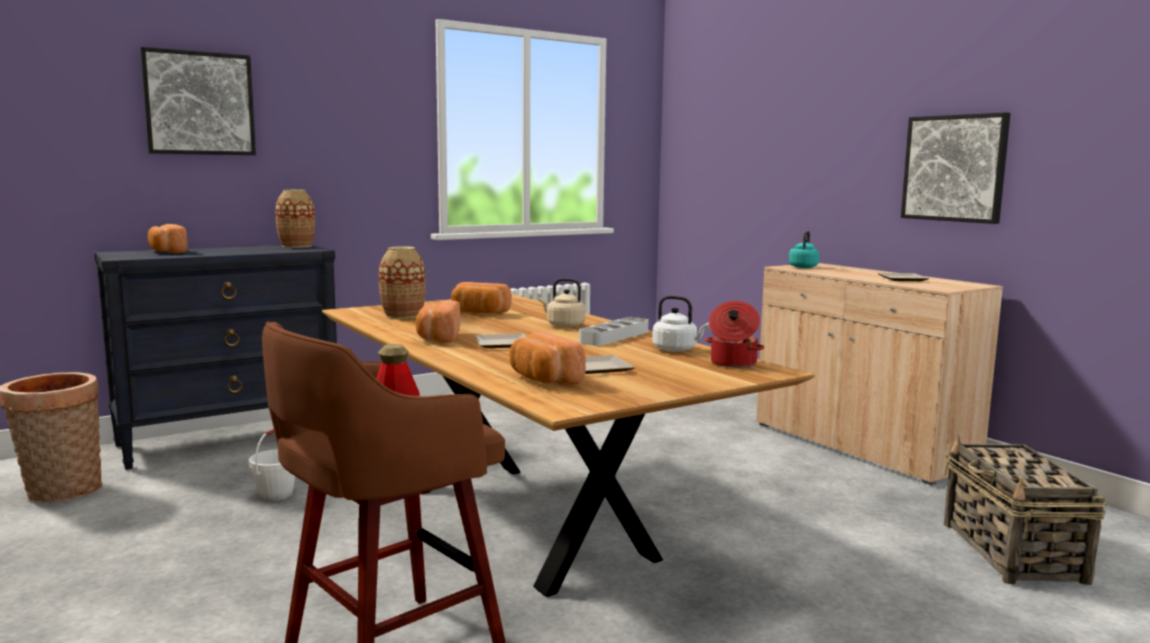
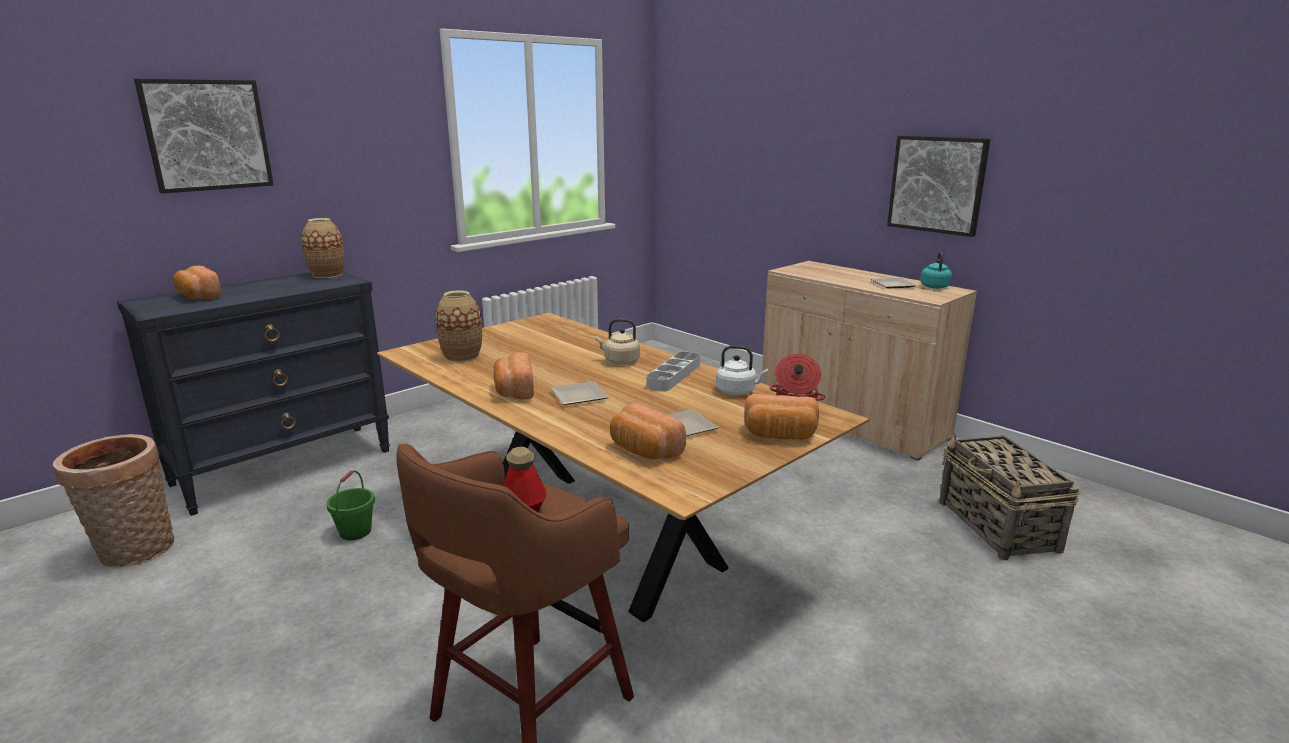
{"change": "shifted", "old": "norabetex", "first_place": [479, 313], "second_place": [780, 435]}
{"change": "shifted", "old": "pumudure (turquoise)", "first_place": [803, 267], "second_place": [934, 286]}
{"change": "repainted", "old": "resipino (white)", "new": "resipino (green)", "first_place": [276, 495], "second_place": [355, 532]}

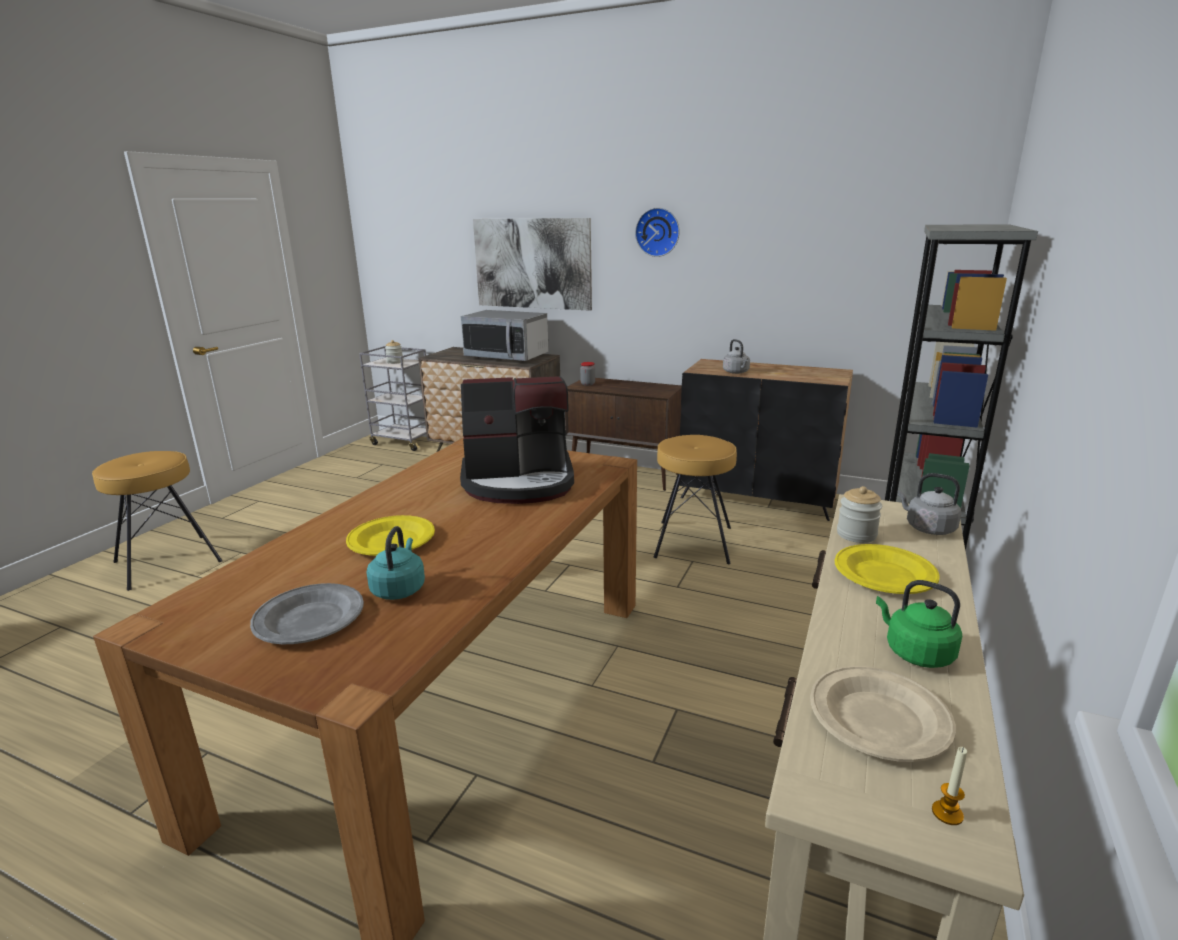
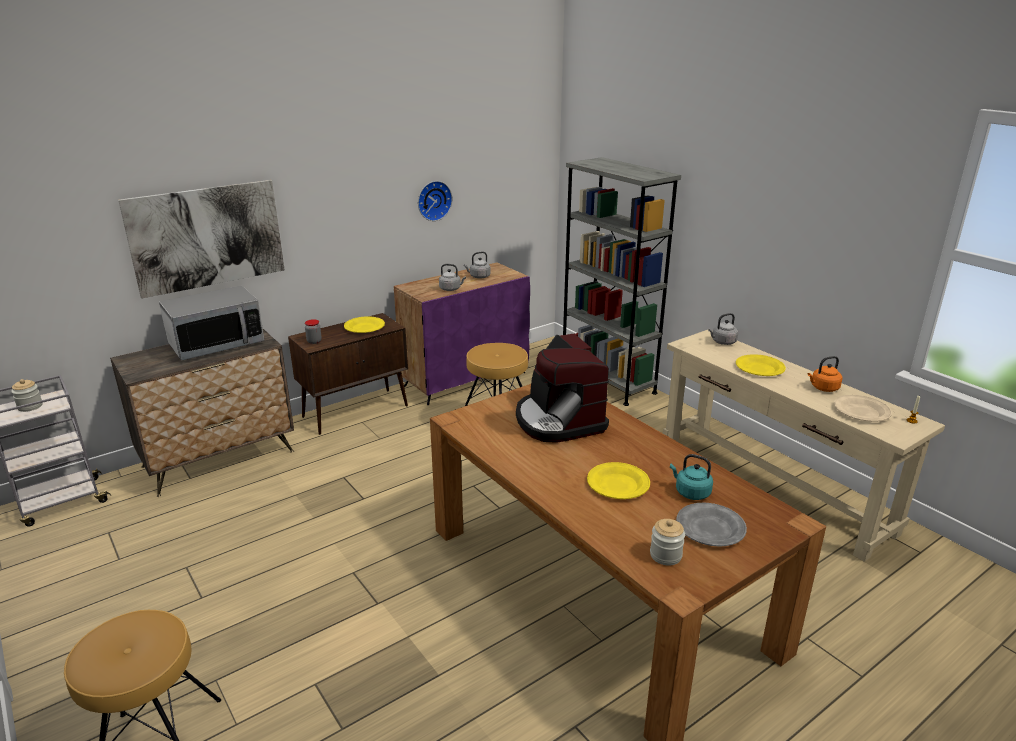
{"change": "new", "new": "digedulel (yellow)", "second_place": [364, 327]}
{"change": "new", "new": "pumudure (grey)", "second_place": [478, 277]}
{"change": "shifted", "old": "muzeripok", "first_place": [658, 232], "second_place": [433, 200]}
{"change": "shifted", "old": "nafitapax", "first_place": [856, 534], "second_place": [665, 555]}
{"change": "repainted", "old": "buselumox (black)", "new": "buselumox (purple)", "first_place": [758, 497], "second_place": [465, 379]}
{"change": "repainted", "old": "pumudure (green)", "new": "pumudure (orange)", "first_place": [915, 652], "second_place": [823, 388]}
{"change": "rotated", "old": "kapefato", "first_place": [519, 482], "second_place": [558, 420], "degrees": 135}

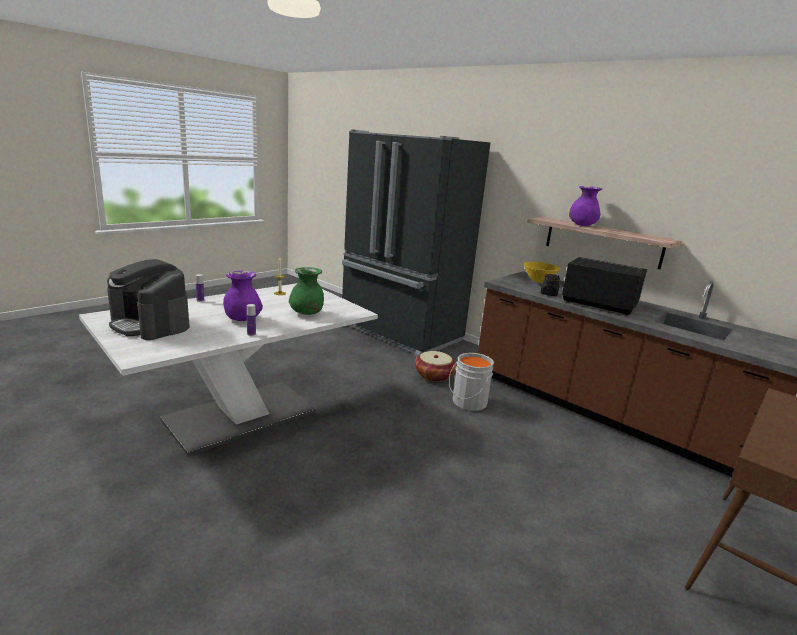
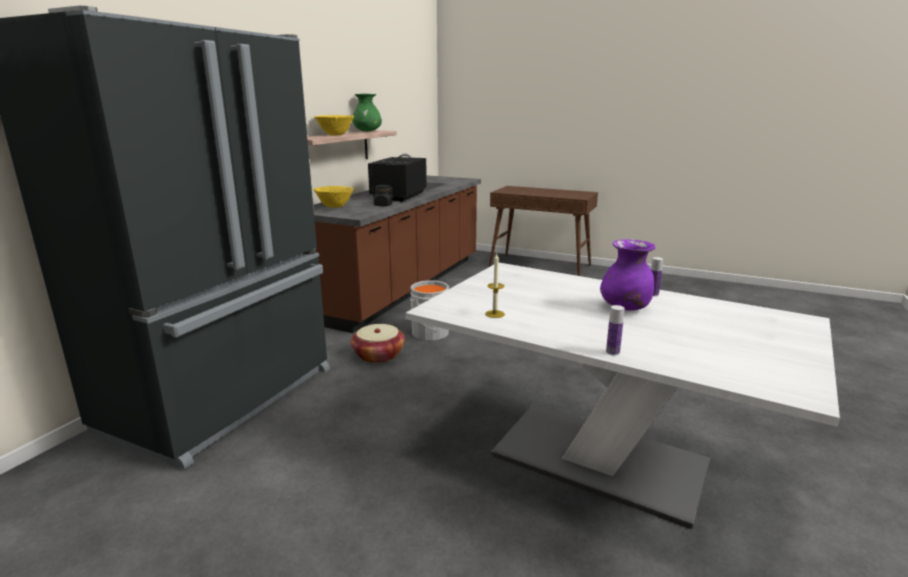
{"change": "gone", "old": "kapefato", "first_place": [150, 324]}
{"change": "shifted", "old": "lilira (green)", "first_place": [306, 313], "second_place": [367, 131]}
{"change": "swapped", "old": "lilira (purple)", "new": "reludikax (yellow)", "first_place": [582, 225], "second_place": [336, 135]}

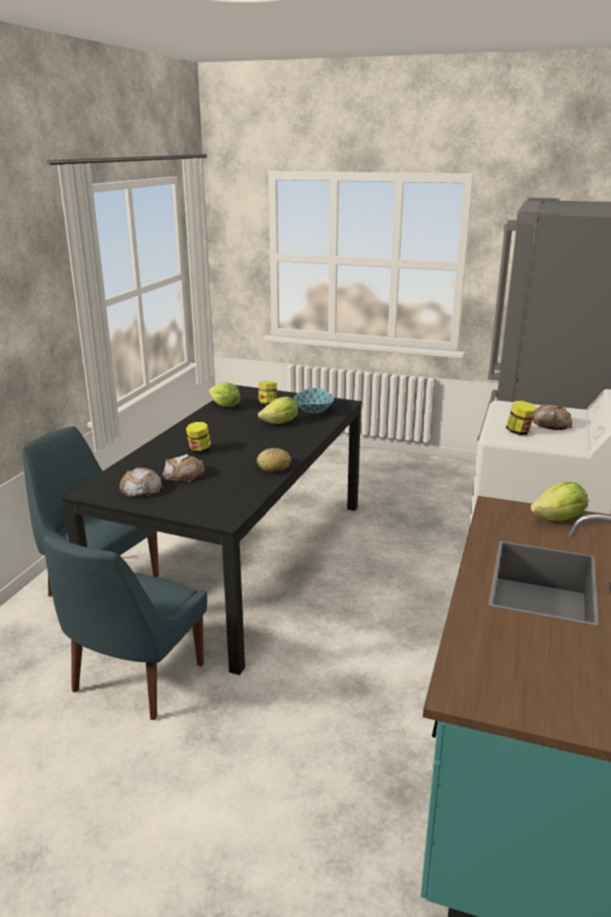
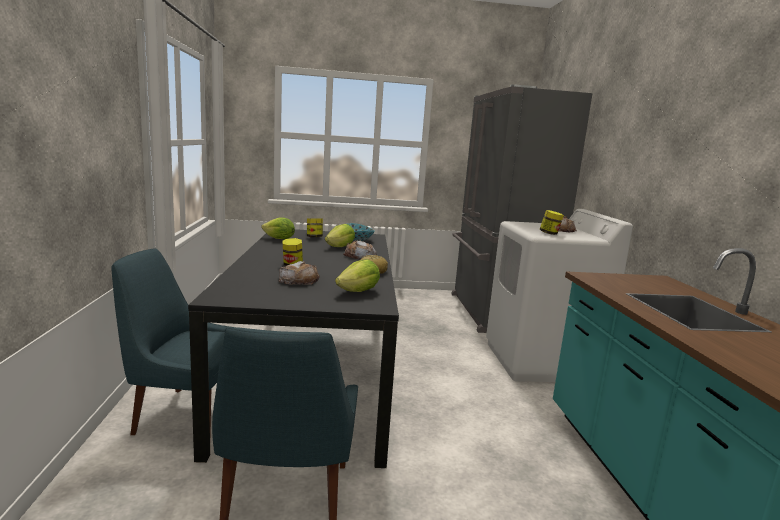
{"change": "shifted", "old": "norabetex", "first_place": [140, 488], "second_place": [360, 256]}
{"change": "shifted", "old": "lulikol", "first_place": [559, 519], "second_place": [359, 291]}

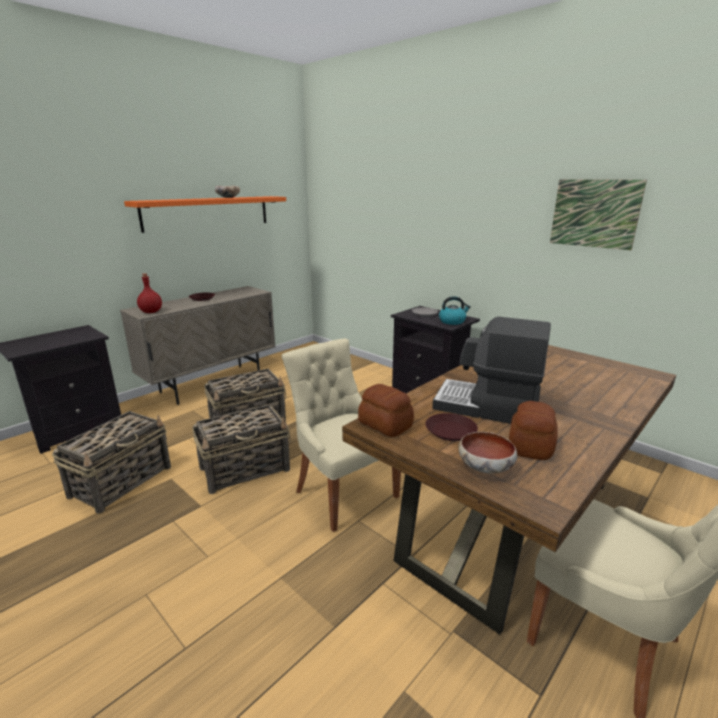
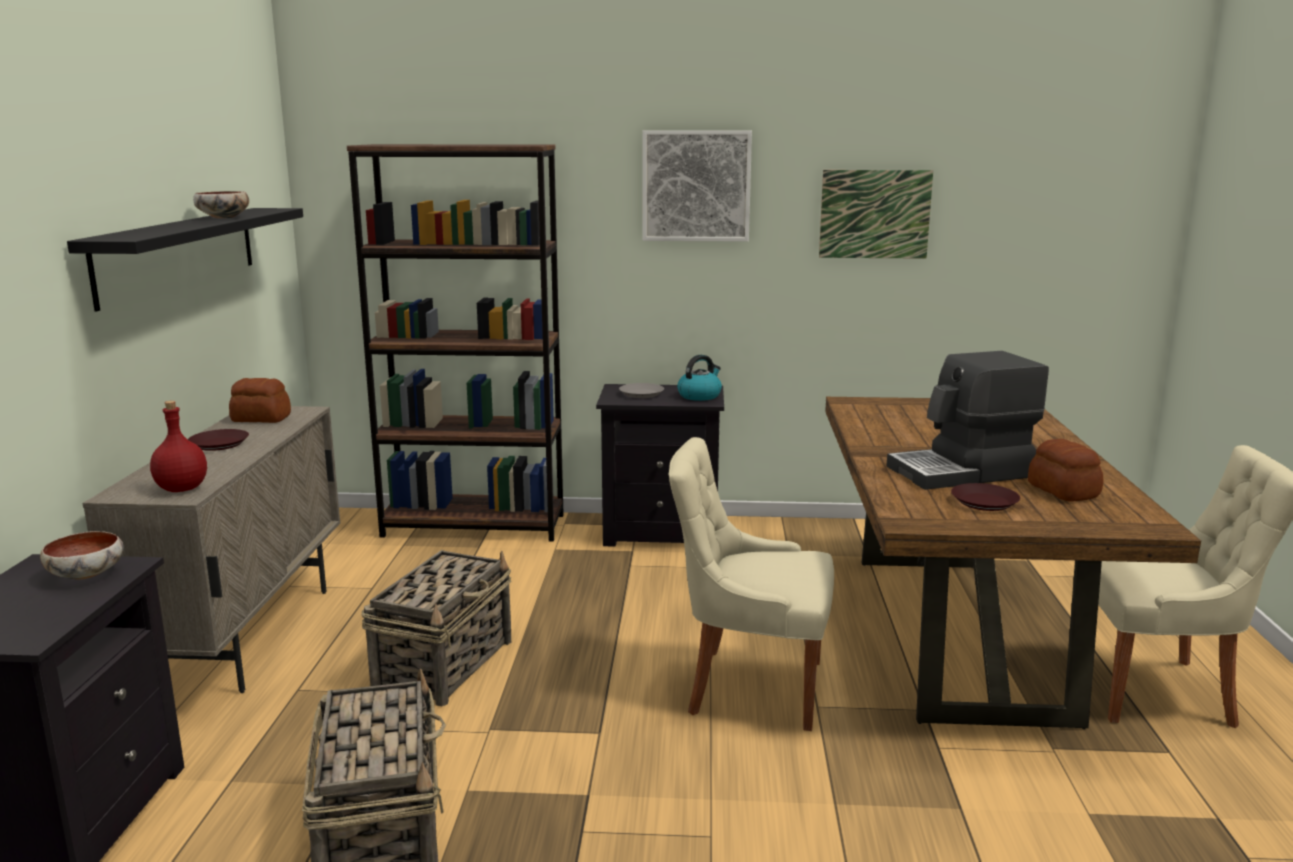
{"change": "gone", "old": "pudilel", "first_place": [246, 469]}
{"change": "new", "new": "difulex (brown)", "second_place": [474, 525]}
{"change": "new", "new": "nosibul", "second_place": [696, 186]}
{"change": "shifted", "old": "norabetex", "first_place": [385, 425], "second_place": [261, 419]}
{"change": "shifted", "old": "reludikax", "first_place": [486, 467], "second_place": [88, 575]}
{"change": "repainted", "old": "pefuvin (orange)", "new": "pefuvin (black)", "first_place": [208, 213], "second_place": [179, 253]}

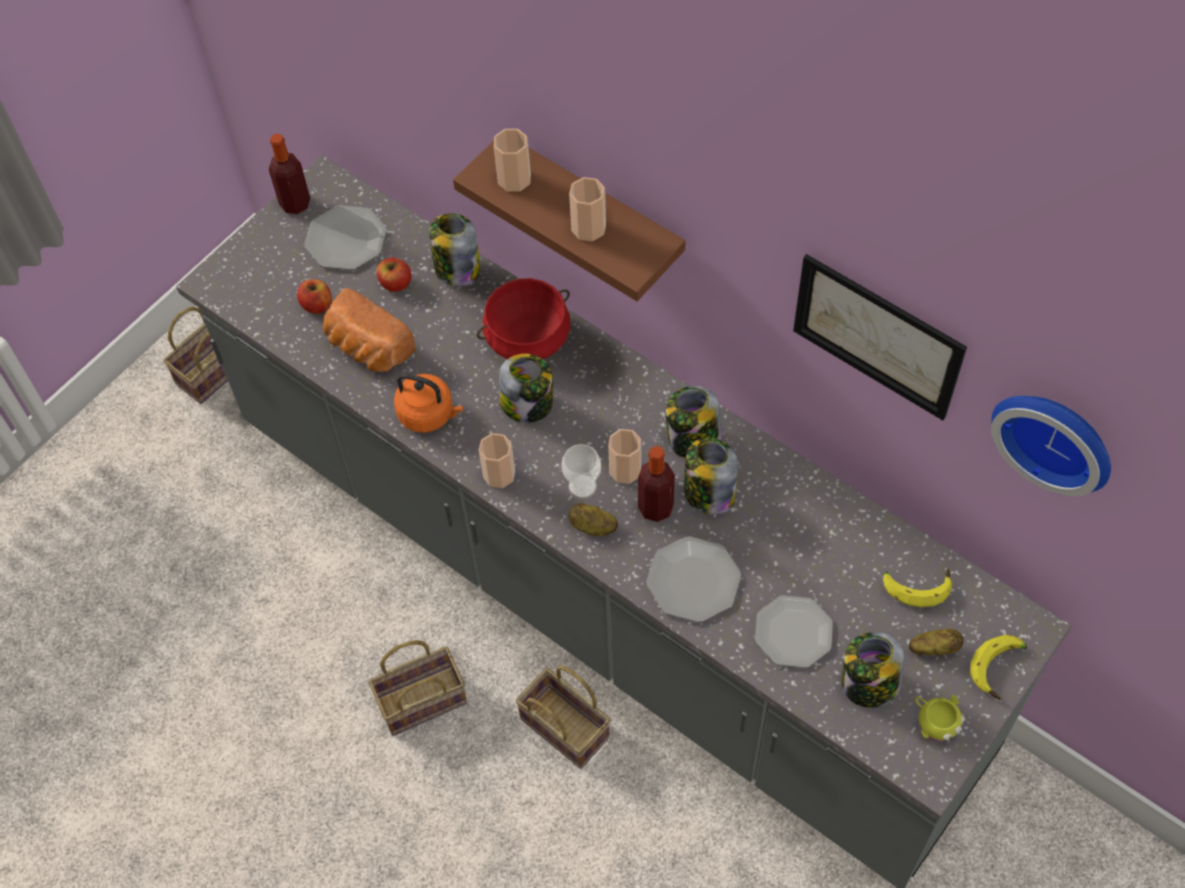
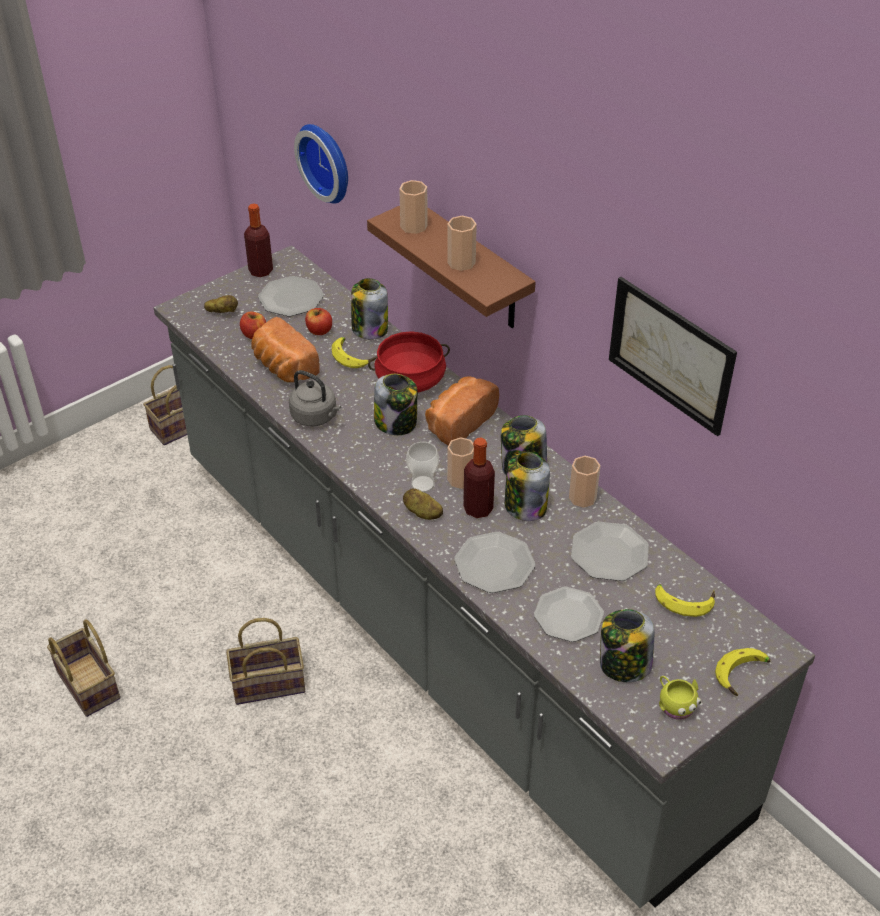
{"change": "new", "new": "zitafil", "second_place": [353, 356]}
{"change": "new", "new": "norabetex", "second_place": [458, 422]}
{"change": "new", "new": "digedulel", "second_place": [609, 553]}
{"change": "shifted", "old": "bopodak", "first_place": [499, 474], "second_place": [582, 497]}
{"change": "shifted", "old": "pudilel", "first_place": [567, 728], "second_place": [90, 685]}
{"change": "shifted", "old": "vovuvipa", "first_place": [934, 648], "second_place": [222, 312]}
{"change": "shifted", "old": "muzeripok", "first_place": [1056, 436], "second_place": [328, 161]}
{"change": "repainted", "old": "pumudure (orange)", "new": "pumudure (grey)", "first_place": [429, 414], "second_place": [316, 417]}

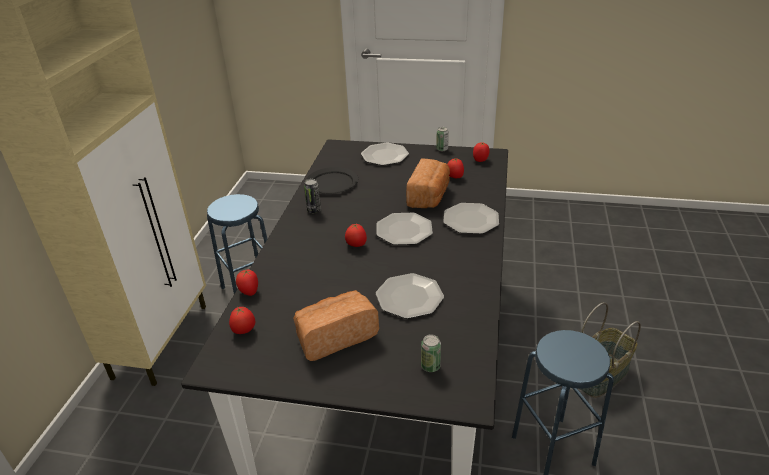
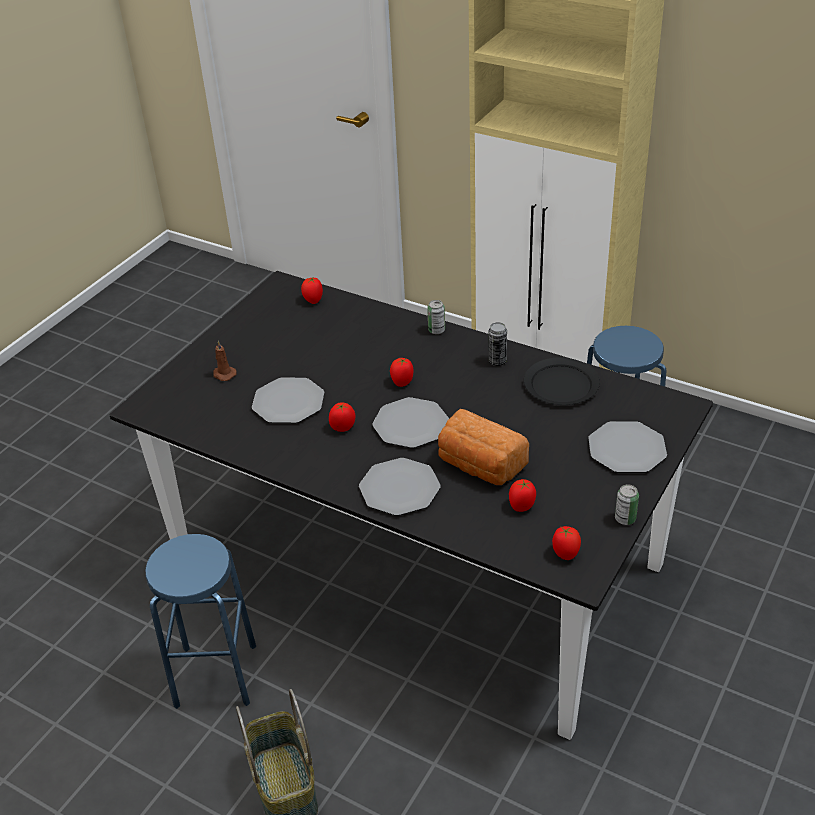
{"change": "gone", "old": "norabetex", "first_place": [335, 336]}
{"change": "new", "new": "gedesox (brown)", "second_place": [223, 374]}
{"change": "shifted", "old": "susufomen", "first_place": [249, 292], "second_place": [343, 428]}
{"change": "shifted", "old": "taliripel", "first_place": [430, 366], "second_place": [436, 330]}

